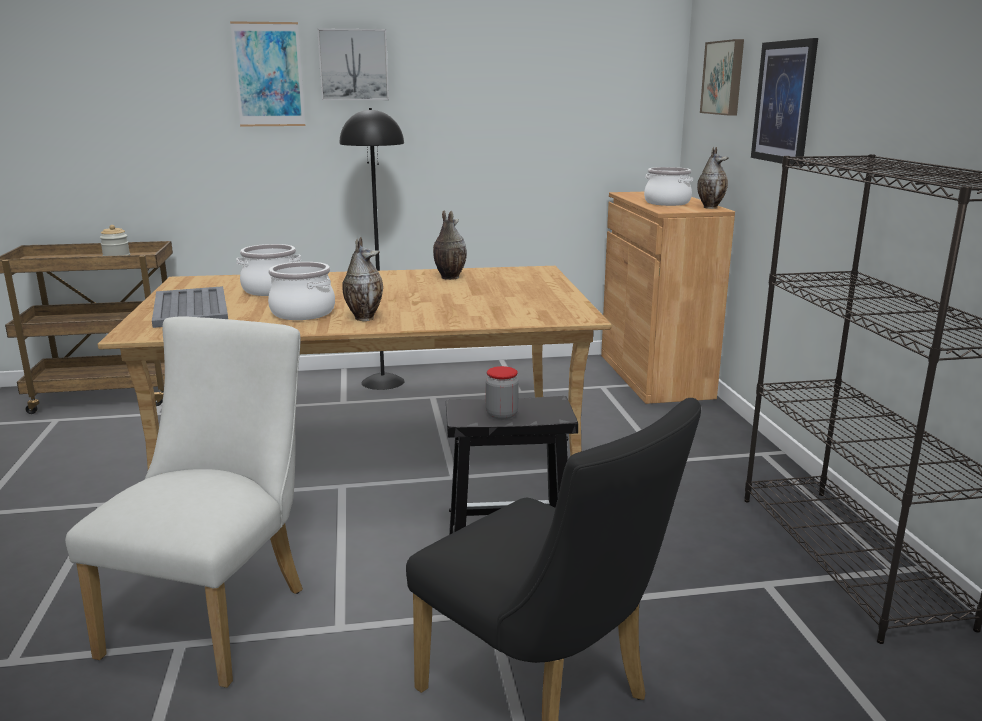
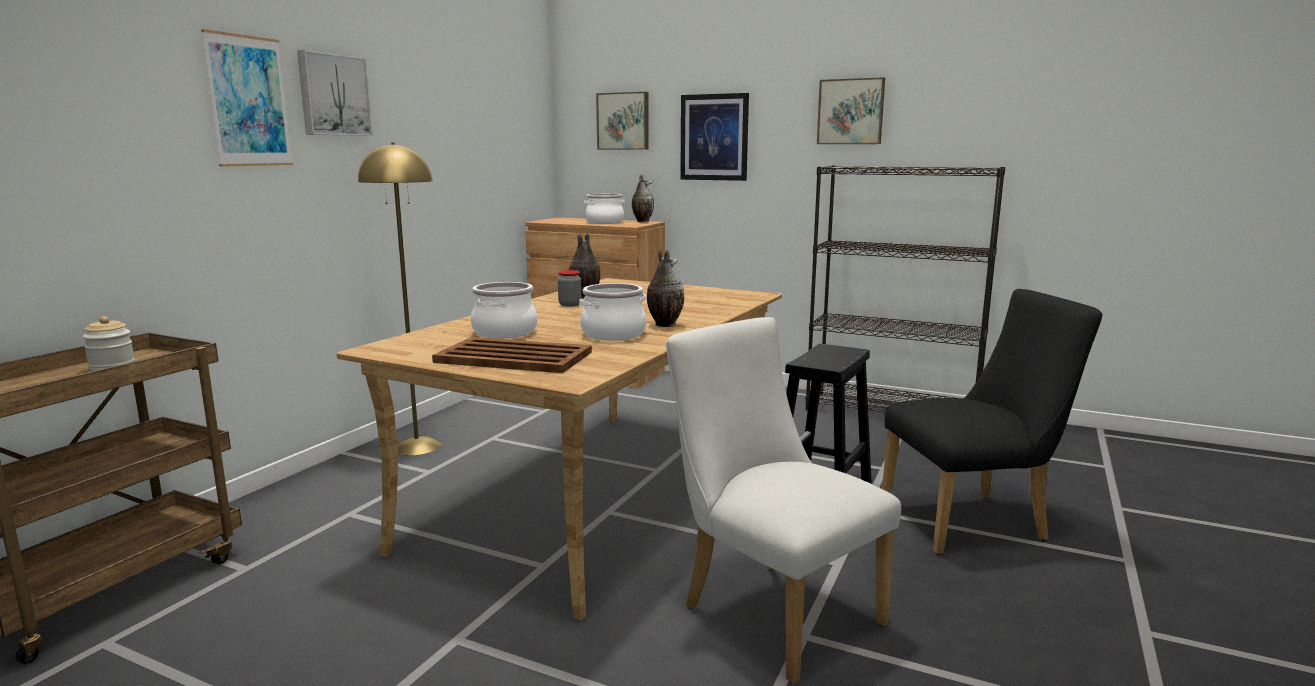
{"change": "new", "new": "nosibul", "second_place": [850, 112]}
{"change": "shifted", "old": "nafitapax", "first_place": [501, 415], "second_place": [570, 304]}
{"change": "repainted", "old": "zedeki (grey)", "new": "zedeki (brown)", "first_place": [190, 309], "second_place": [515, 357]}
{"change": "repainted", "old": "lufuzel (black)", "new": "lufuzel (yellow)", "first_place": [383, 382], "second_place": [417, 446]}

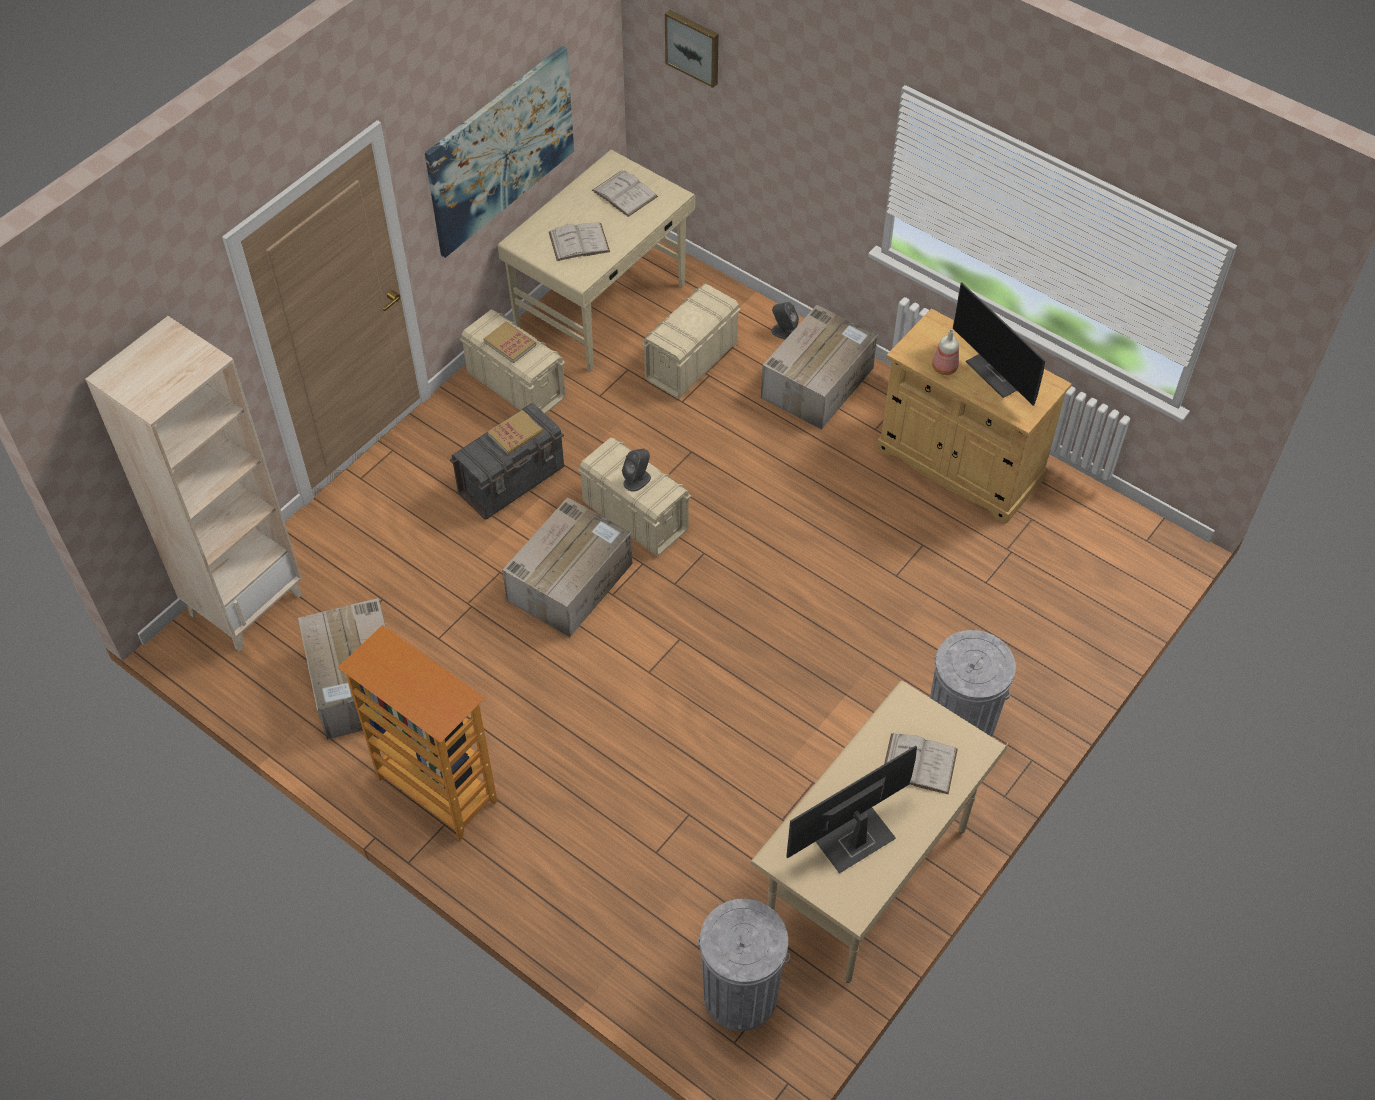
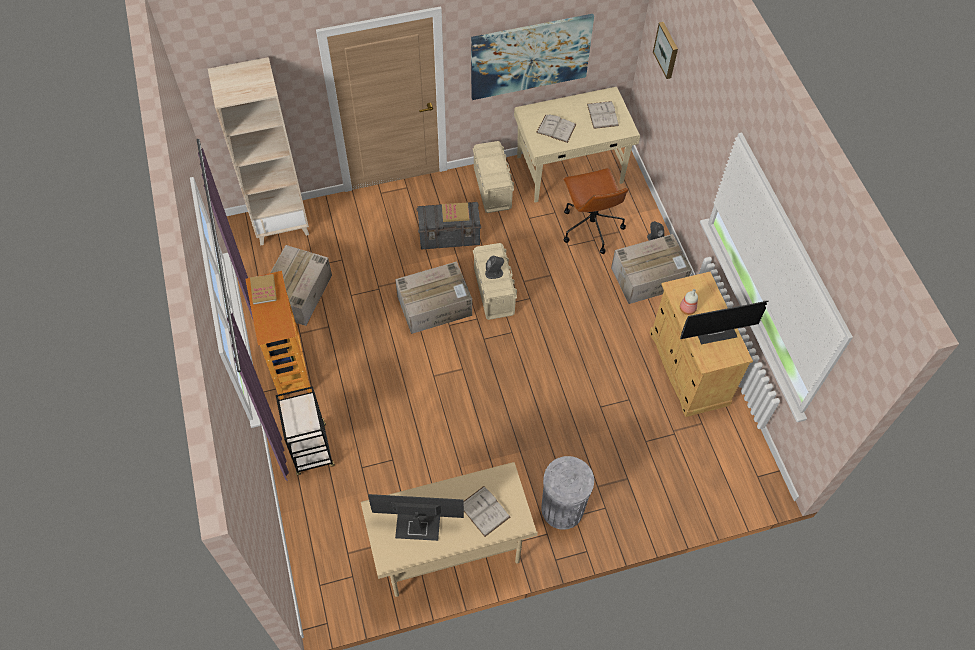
{"change": "gone", "old": "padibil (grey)", "first_place": [740, 995]}
{"change": "new", "new": "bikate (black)", "second_place": [311, 450]}
{"change": "shifted", "old": "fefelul", "first_place": [510, 343], "second_place": [263, 290]}
{"change": "swapped", "old": "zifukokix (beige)", "new": "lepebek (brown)", "first_place": [690, 362], "second_place": [590, 227]}
{"change": "rotated", "old": "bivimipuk", "first_place": [999, 374], "second_place": [715, 330], "degrees": -105}

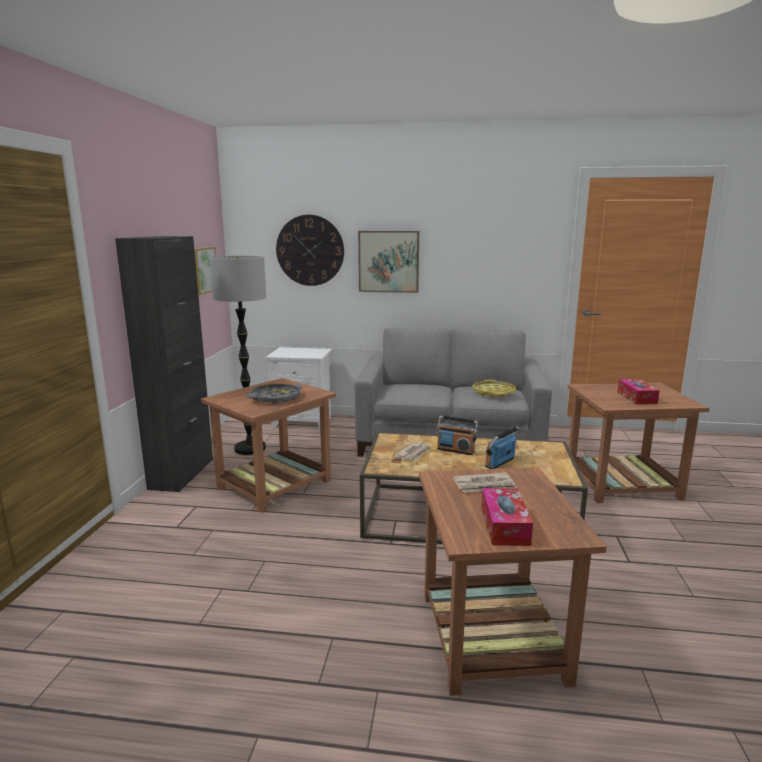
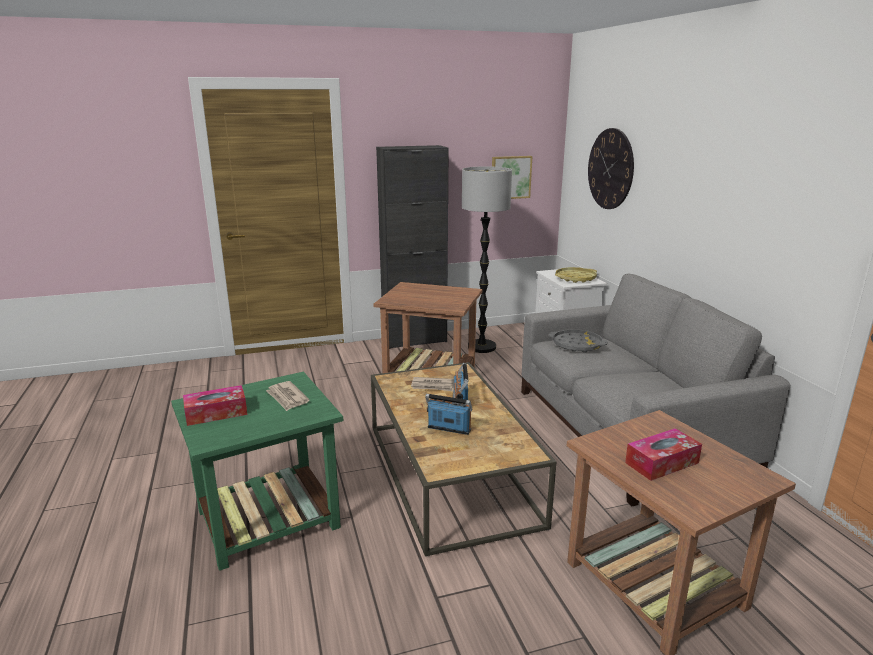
{"change": "gone", "old": "nosibul", "first_place": [388, 261]}
{"change": "shifted", "old": "zedeki (grey)", "first_place": [275, 398], "second_place": [577, 345]}
{"change": "shifted", "old": "zedeki (yellow)", "first_place": [493, 392], "second_place": [575, 278]}
{"change": "repainted", "old": "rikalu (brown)", "new": "rikalu (green)", "first_place": [491, 635], "second_place": [270, 518]}

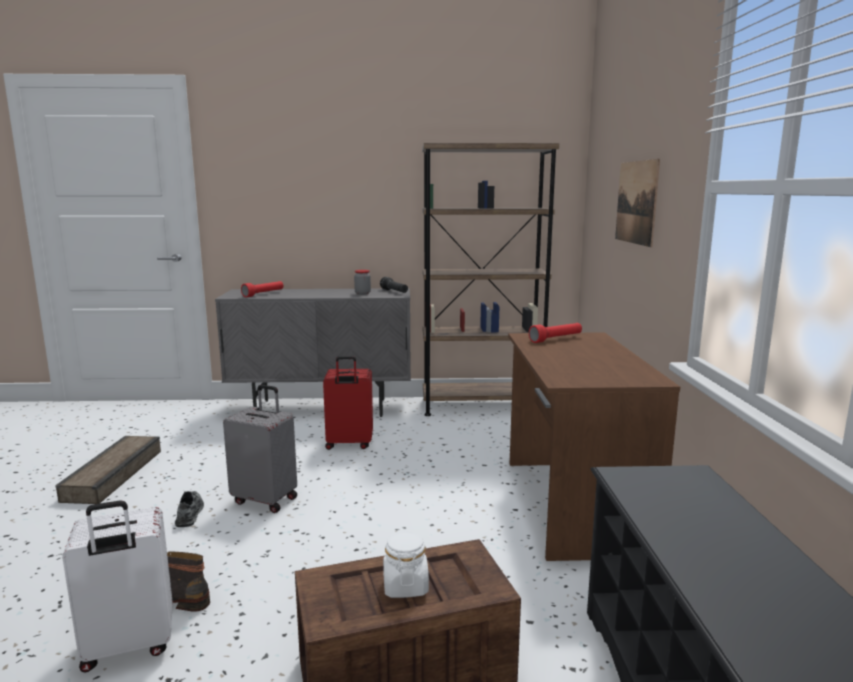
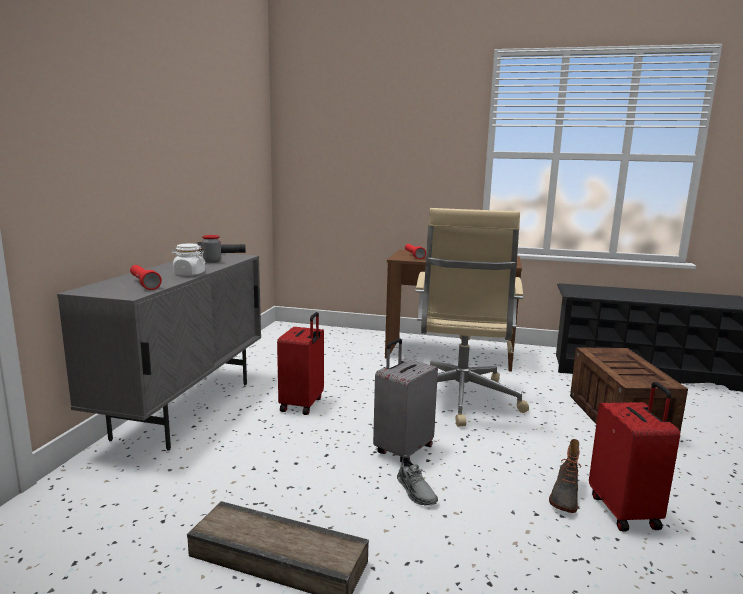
{"change": "gone", "old": "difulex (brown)", "first_place": [481, 406]}
{"change": "gone", "old": "nosibul", "first_place": [636, 202]}
{"change": "new", "new": "lepebek (beige)", "second_place": [460, 399]}
{"change": "shifted", "old": "nafitapax (white)", "first_place": [405, 586], "second_place": [189, 274]}
{"change": "repainted", "old": "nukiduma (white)", "new": "nukiduma (red)", "first_place": [128, 647], "second_place": [625, 511]}
{"change": "rotated", "old": "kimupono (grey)", "first_place": [190, 513], "second_place": [416, 491], "degrees": -120}

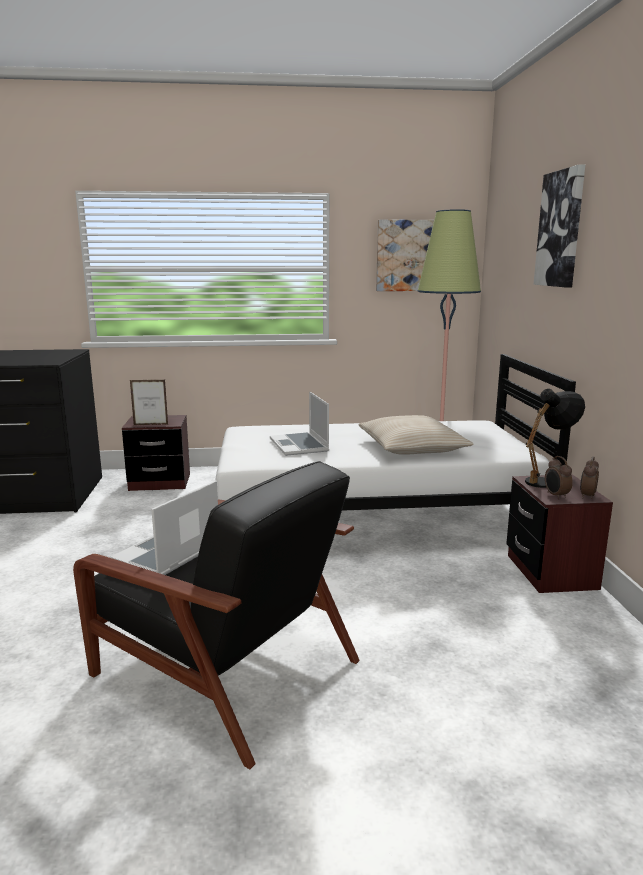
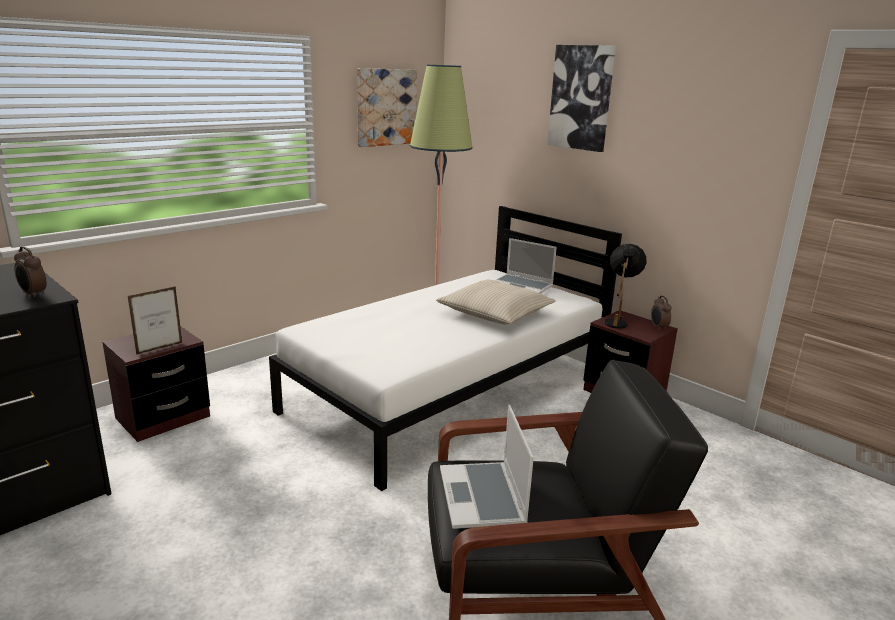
{"change": "shifted", "old": "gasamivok", "first_place": [300, 445], "second_place": [522, 286]}
{"change": "shifted", "old": "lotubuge", "first_place": [556, 496], "second_place": [33, 294]}

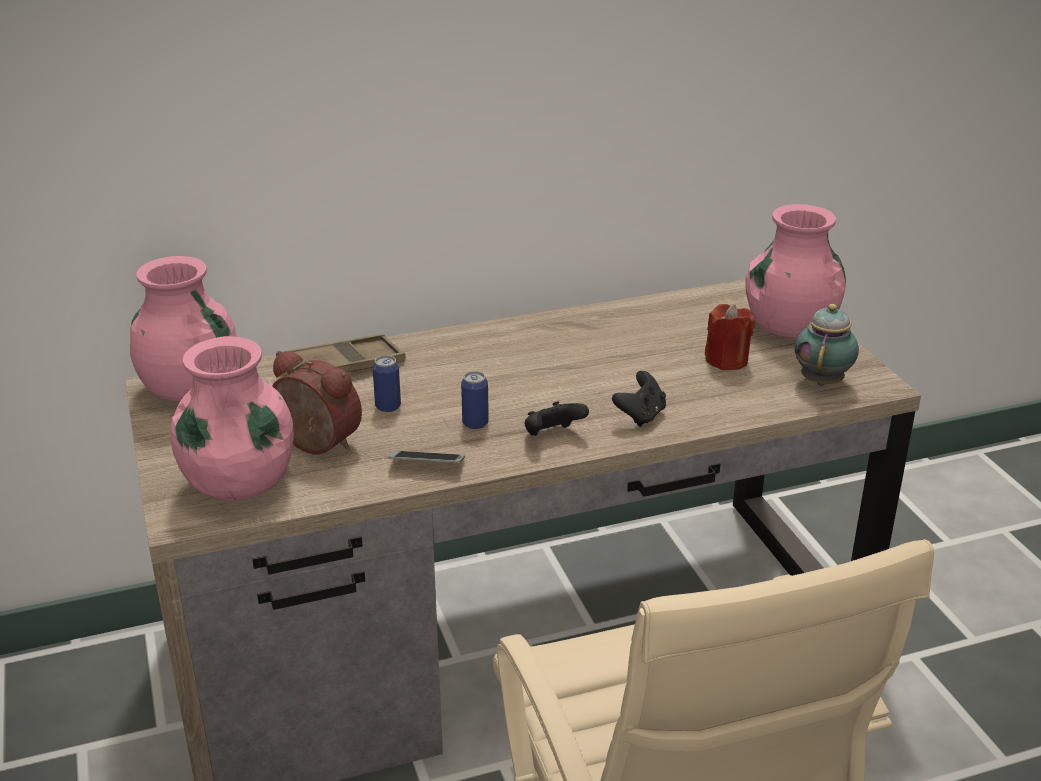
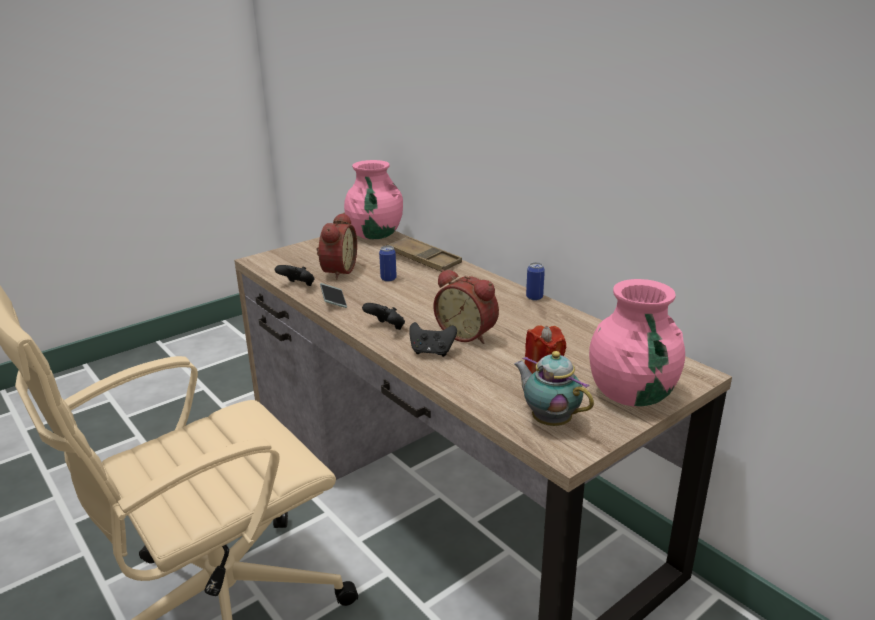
{"change": "gone", "old": "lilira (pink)", "first_place": [239, 483]}
{"change": "new", "new": "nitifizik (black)", "second_place": [298, 286]}
{"change": "new", "new": "lotubuge", "second_place": [468, 334]}
{"change": "shifted", "old": "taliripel", "first_place": [475, 423], "second_place": [534, 297]}
{"change": "rotated", "old": "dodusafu", "first_place": [823, 380], "second_place": [549, 420], "degrees": -135}

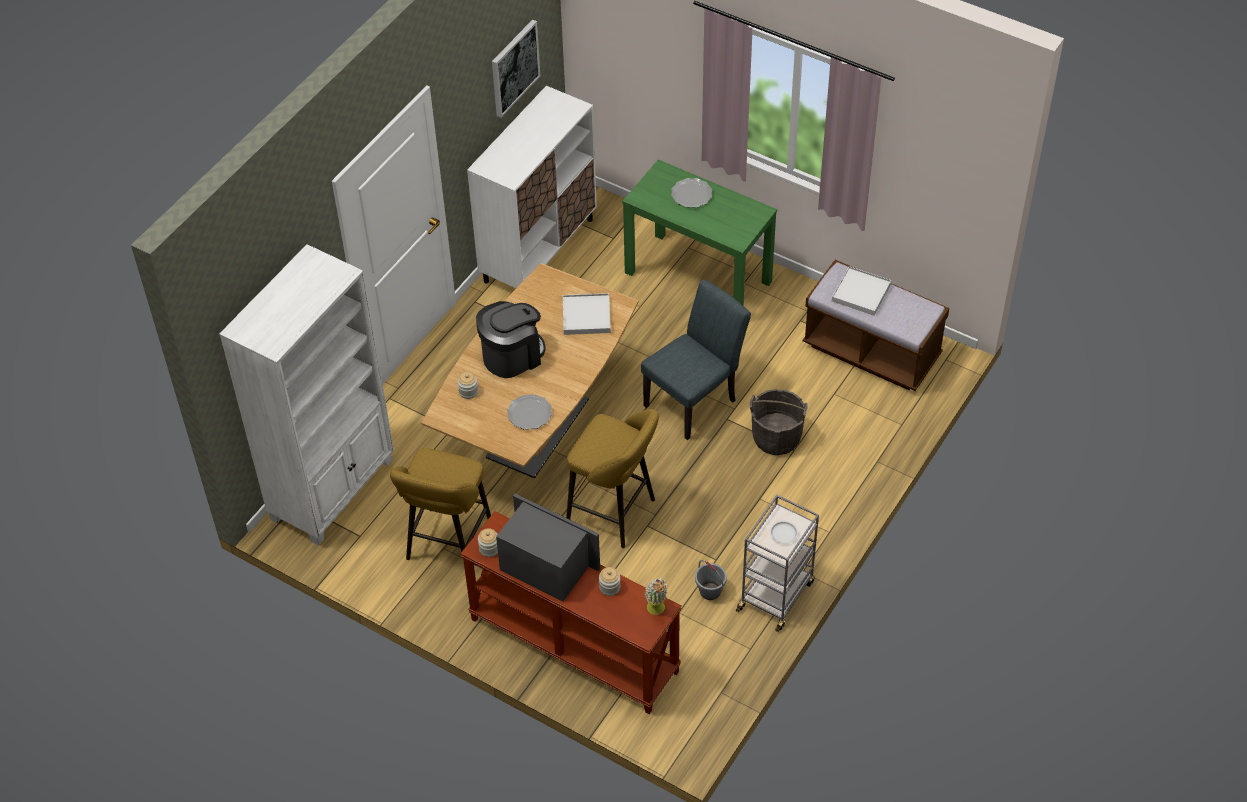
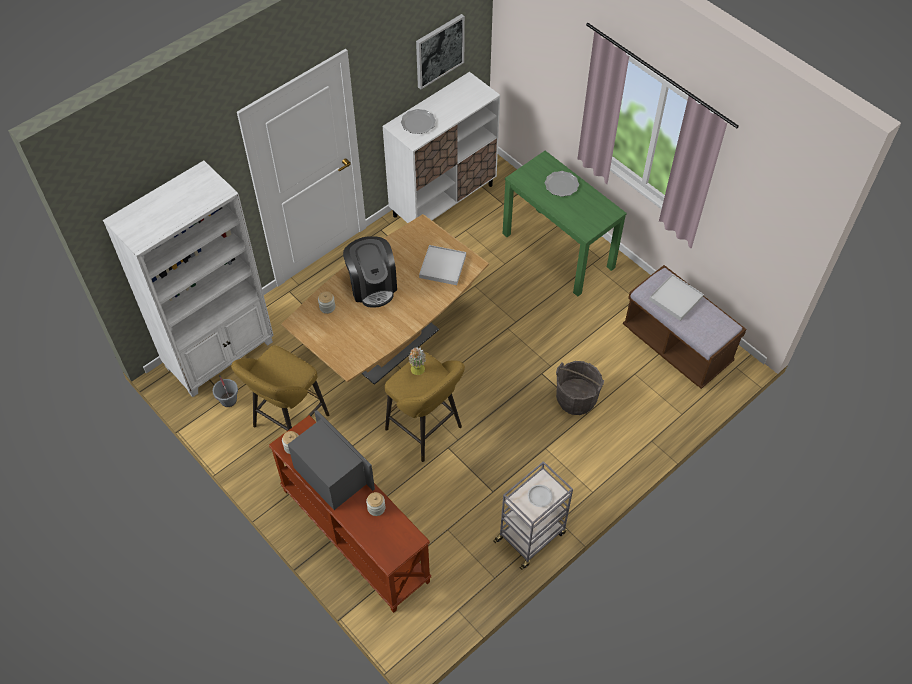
{"change": "gone", "old": "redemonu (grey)", "first_place": [695, 400]}
{"change": "shifted", "old": "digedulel", "first_place": [529, 413], "second_place": [418, 123]}
{"change": "shifted", "old": "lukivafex", "first_place": [657, 611], "second_place": [417, 372]}
{"change": "shifted", "old": "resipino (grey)", "first_place": [710, 591], "second_place": [228, 400]}
{"change": "rotated", "old": "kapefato", "first_place": [512, 355], "second_place": [372, 285], "degrees": 90}

